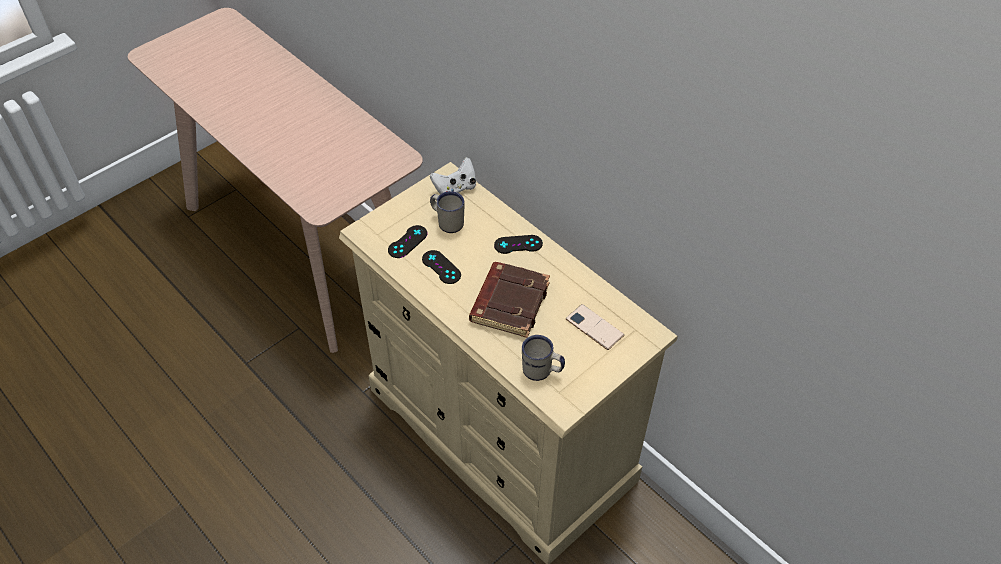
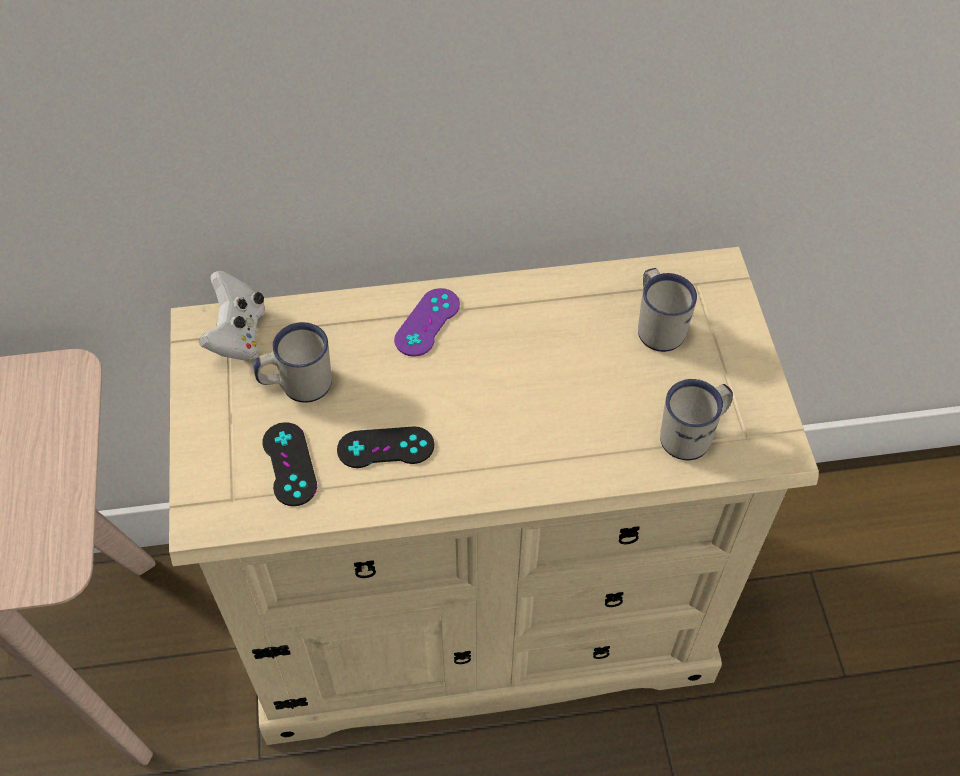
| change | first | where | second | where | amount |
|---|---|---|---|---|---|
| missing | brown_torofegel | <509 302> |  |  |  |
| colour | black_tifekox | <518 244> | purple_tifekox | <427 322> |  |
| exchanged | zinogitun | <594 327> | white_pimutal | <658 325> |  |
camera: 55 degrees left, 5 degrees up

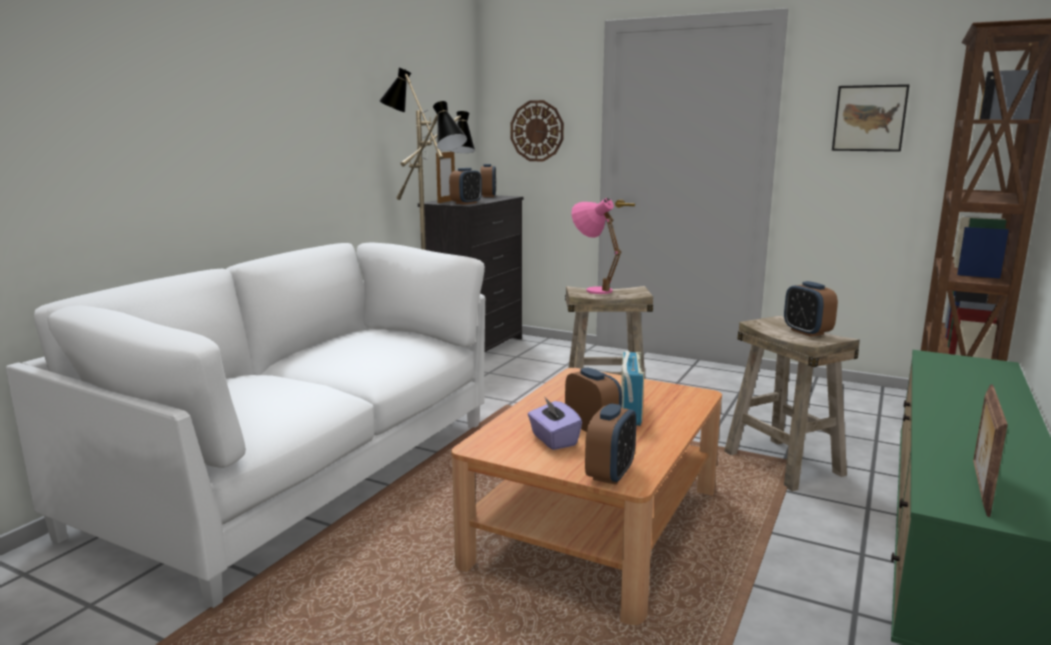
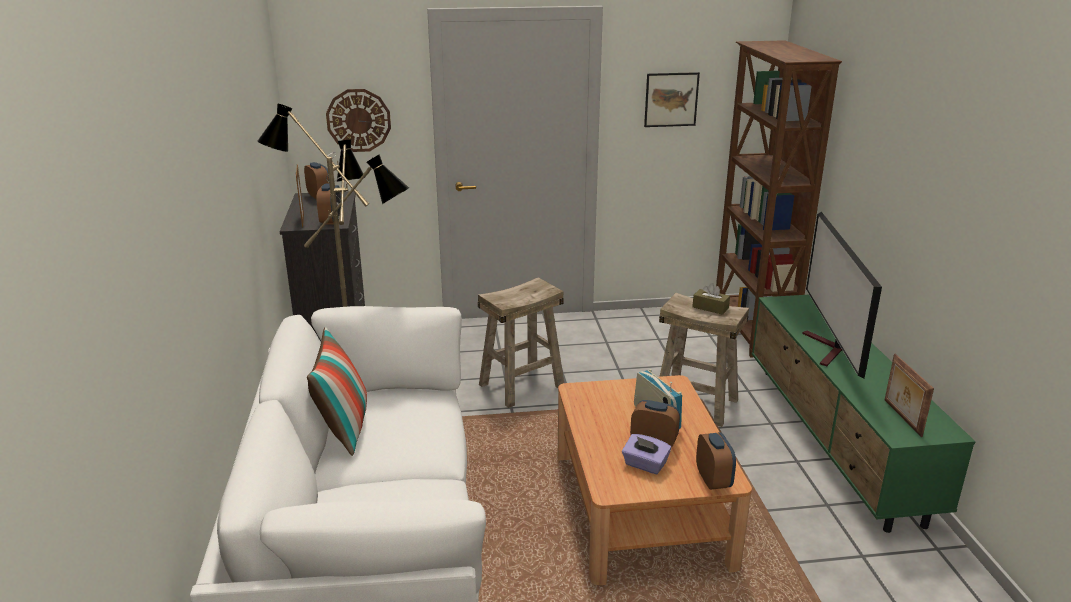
| change | first | where | second | where | amount |
|---|---|---|---|---|---|
| missing | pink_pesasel | <593 289> |  |  |  |
| exchanged | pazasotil | <807 332> | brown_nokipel | <710 307> |  |
| appeared |  |  | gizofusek | <343 429> |  |
| appeared |  |  | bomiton | <828 350> |  |
camera: 35 degrees left, 10 degrees up

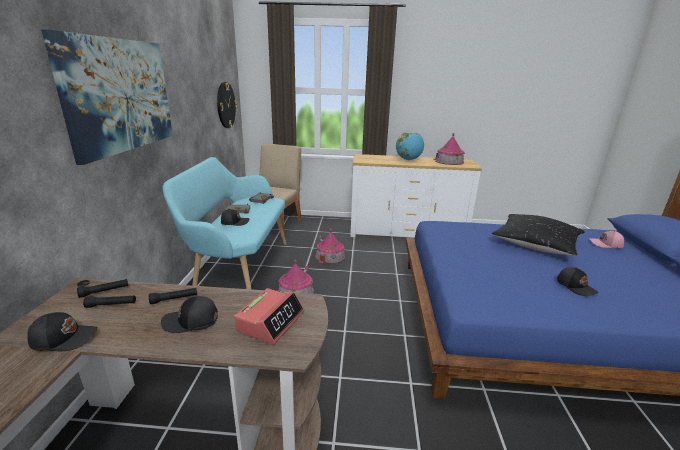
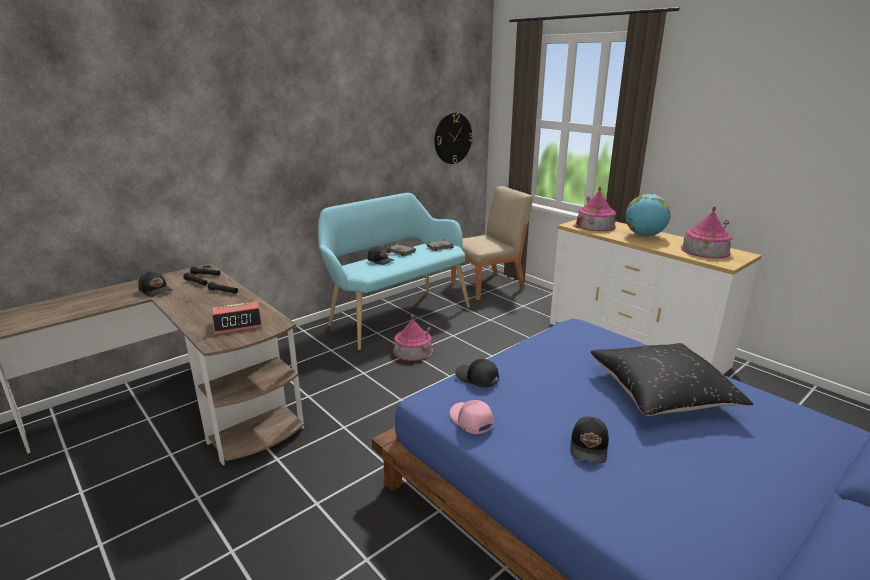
| change | first | where | second | where | amount |
|---|---|---|---|---|---|
| missing | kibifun | <120 95> |  |  |  |
| relocated | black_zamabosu | <191 322> |  | <477 378> |  |
| relocated | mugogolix | <330 256> |  | <595 225> |  |
| relocated | pink_zamabosu | <606 244> |  | <471 421> |  |
camera: 45 degrees right, 0 degrees up

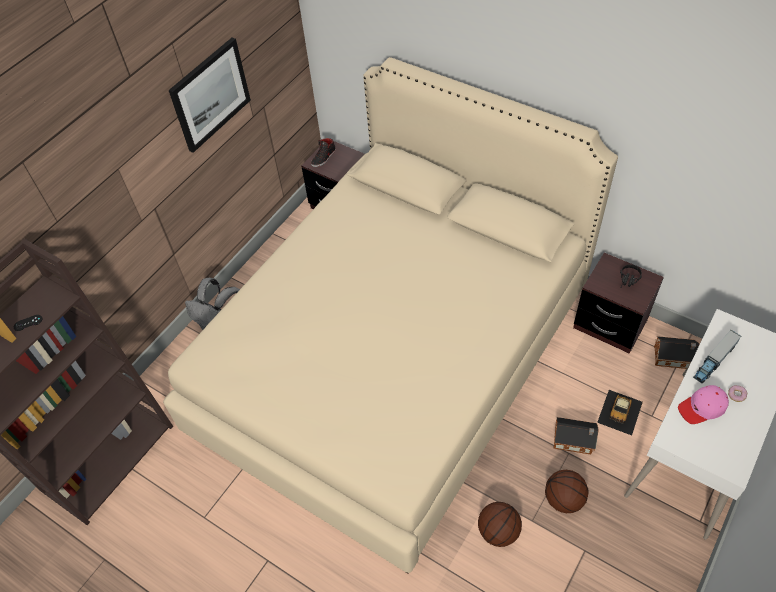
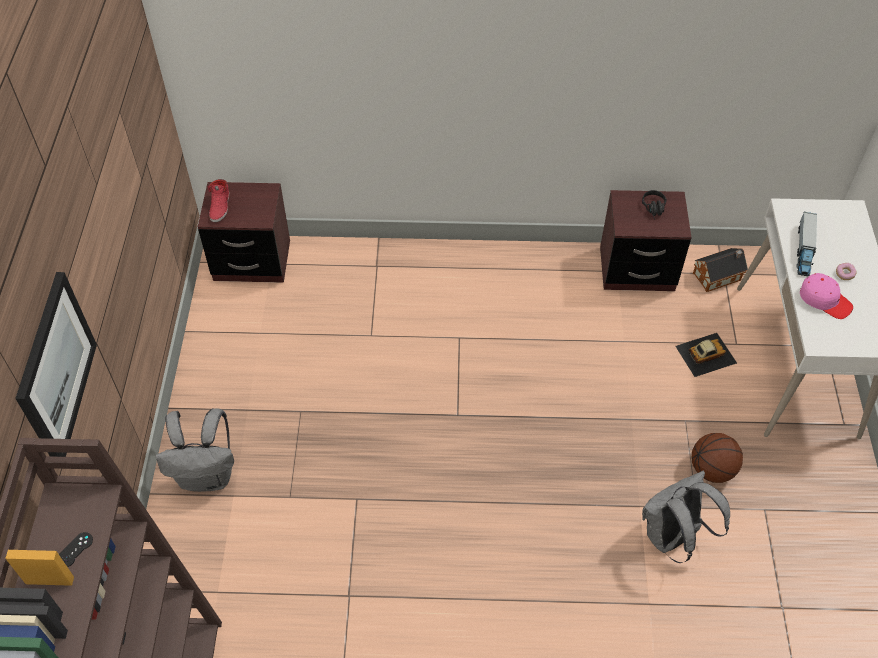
| change | first | where | second | where | amount |
|---|---|---|---|---|---|
| missing | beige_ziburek | <393 360> |  |  |  |
| relocated | kibifun | <210 94> |  | <55 369> |  |
| colour | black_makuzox | <324 158> | red_makuzox | <220 206> |  |
| exchanged | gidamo | <498 532> | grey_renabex | <672 537> |  |
| missing | mugogolix | <574 441> |  |  |  |
| spun | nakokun | <620 412> |  | <705 354> | 105 degrees counterclockwise |
| spun | pink_zamabosu | <702 408> |  | <824 300> | 90 degrees counterclockwise |
camera: 35 degrees left, 0 degrees up

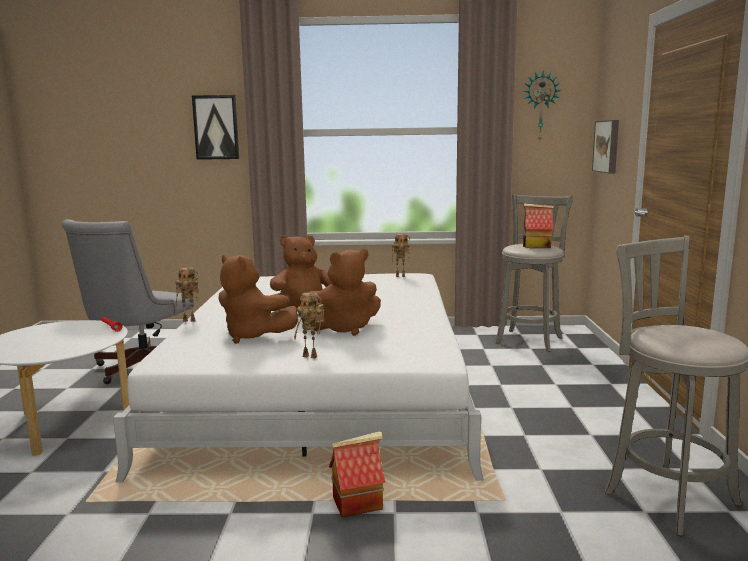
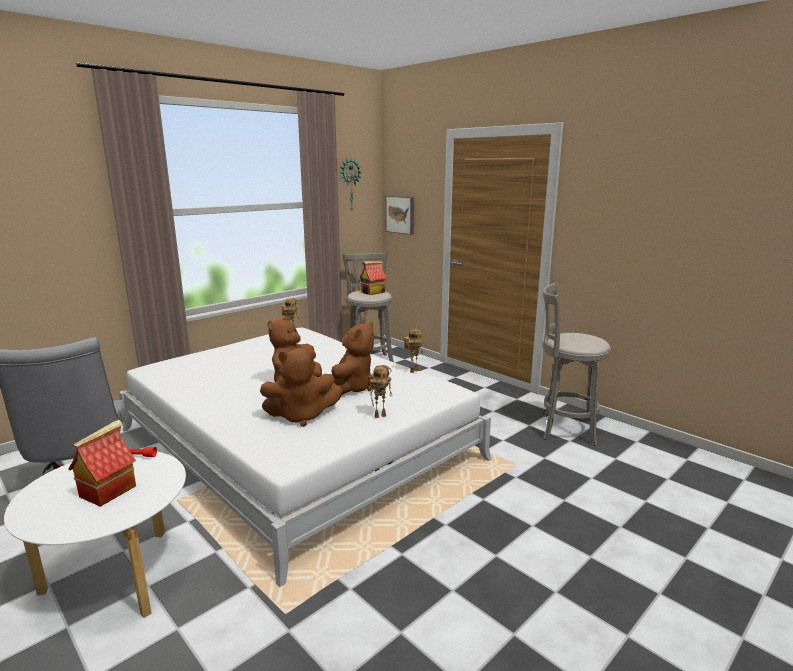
| change | first | where | second | where | amount |
|---|---|---|---|---|---|
| relocated | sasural | <190 320> |  | <413 370> |  |
| missing | kibifun | <216 127> |  |  |  |
| relocated | mugogolix | <358 502> |  | <108 490> |  |
camera: 45 degrees left, 5 degrees up

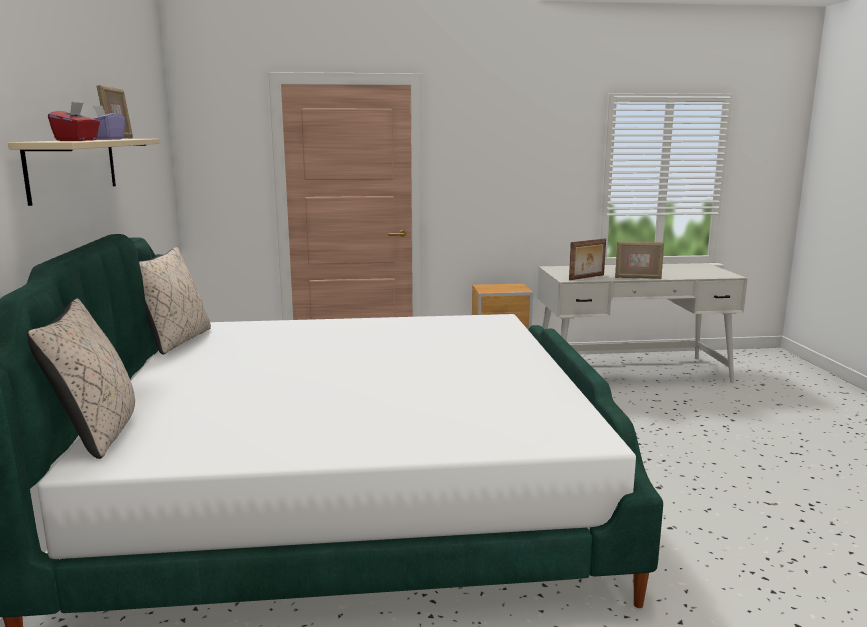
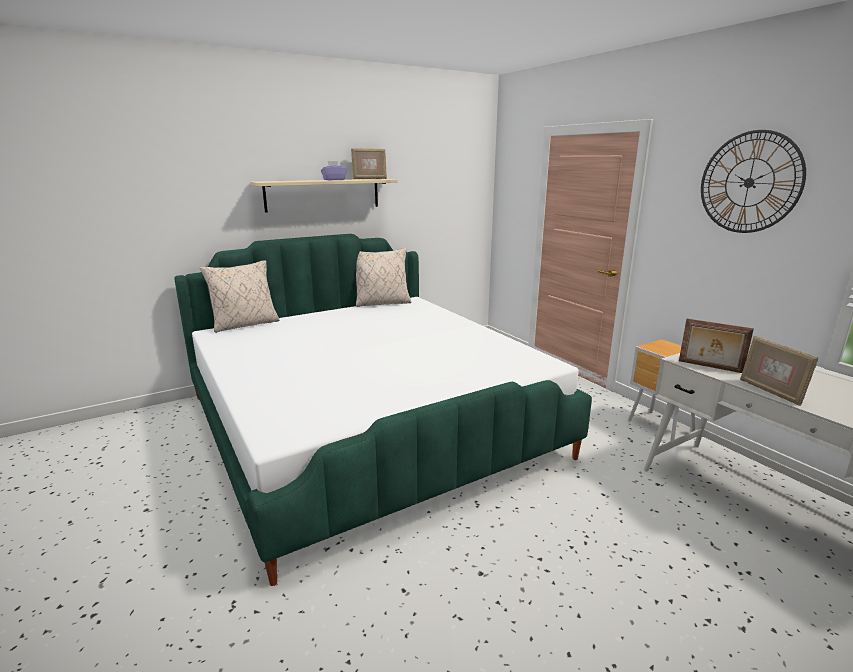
| change | first | where | second | where | amount |
|---|---|---|---|---|---|
| missing | red_nokipel | <77 140> |  |  |  |
| appeared |  |  | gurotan | <749 182> |  |
camera: 65 degrees right, 5 degrees up

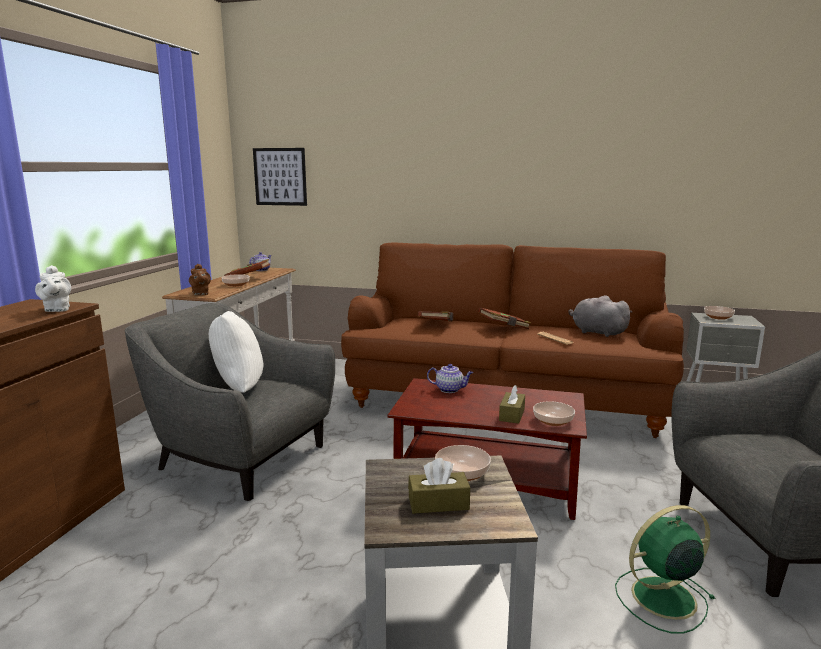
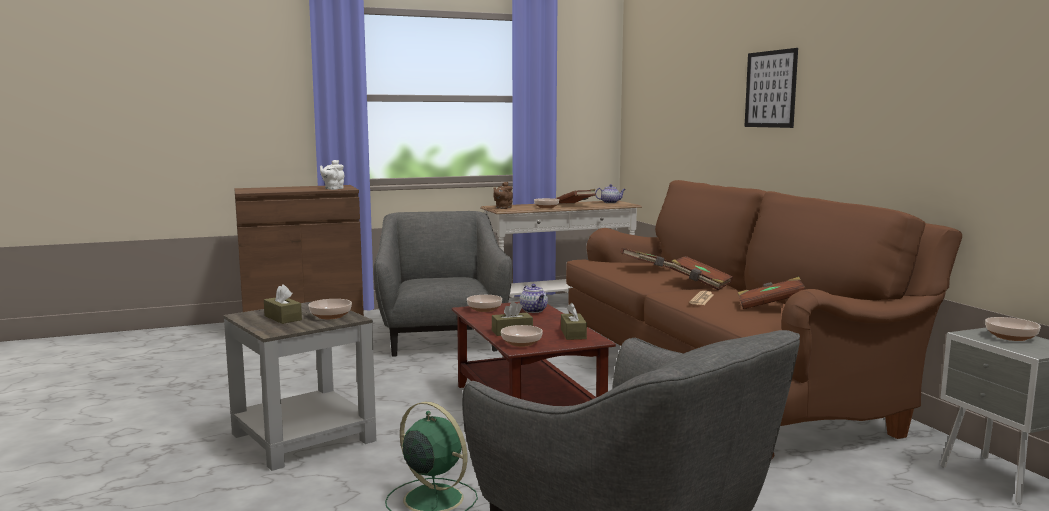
| change | first | where | second | where | amount |
|---|---|---|---|---|---|
| missing | white_gizofusek | <237 388> |  |  |  |
| relocated | kibifun | <280 176> |  | <770 89> |  |
| exchanged | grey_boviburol | <596 332> | brown_torofegel | <770 307> |  |
| appeared |  |  | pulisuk | <485 309> |  |
| appeared |  |  | brown_nokipel | <573 334> |  |
camera: 55 degrees right, 5 degrees down

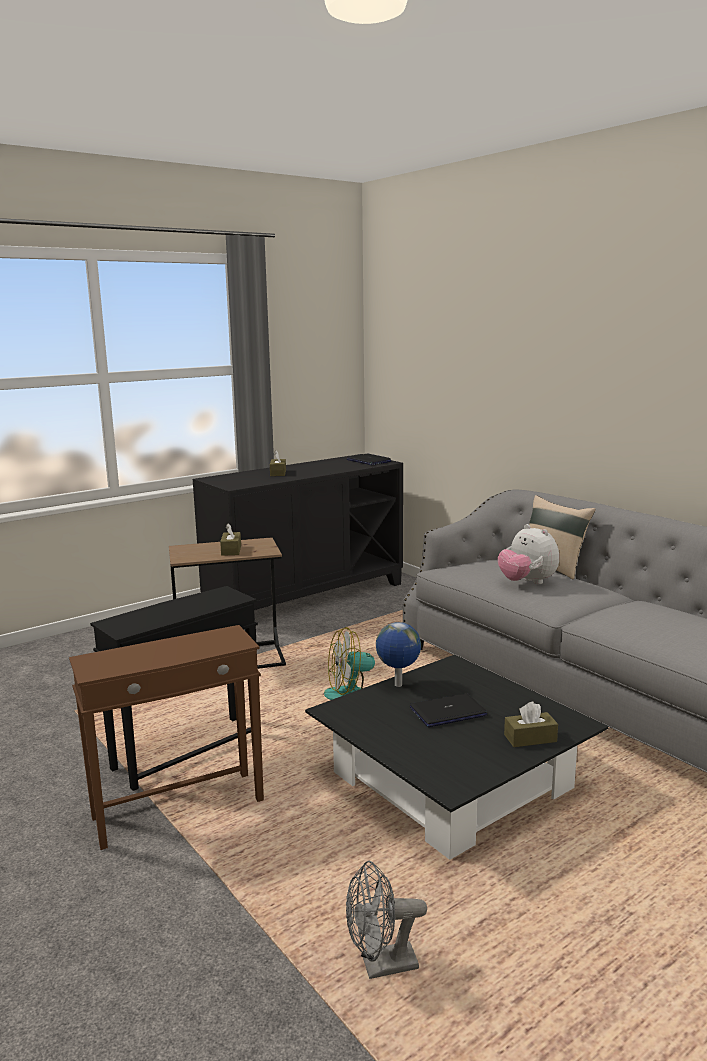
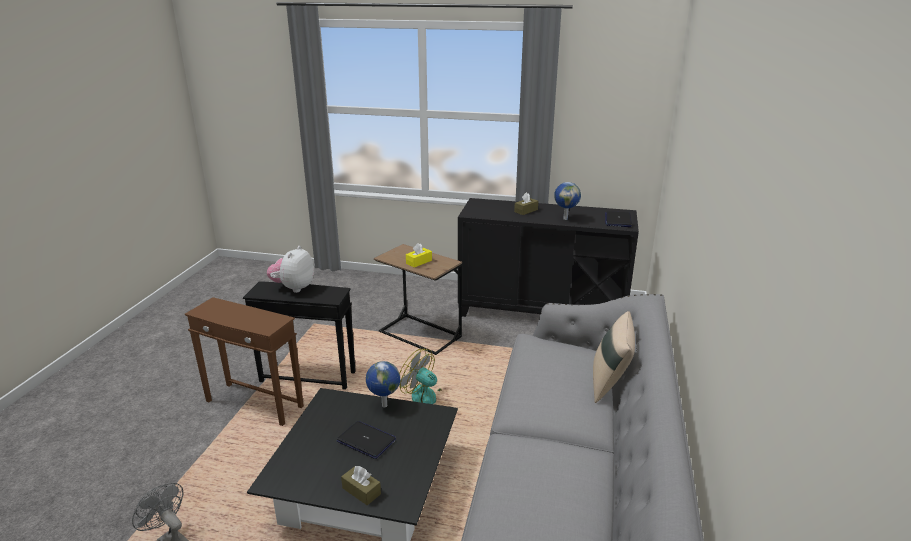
| change | first | where | second | where | amount |
|---|---|---|---|---|---|
| colour | brown_nokipel | <231 550> | yellow_nokipel | <419 262> |  |
| relocated | boviburol | <527 582> |  | <293 288> |  |
| appeared |  |  | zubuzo | <565 219> |  |
camera: 50 degrees right, 10 degrees up

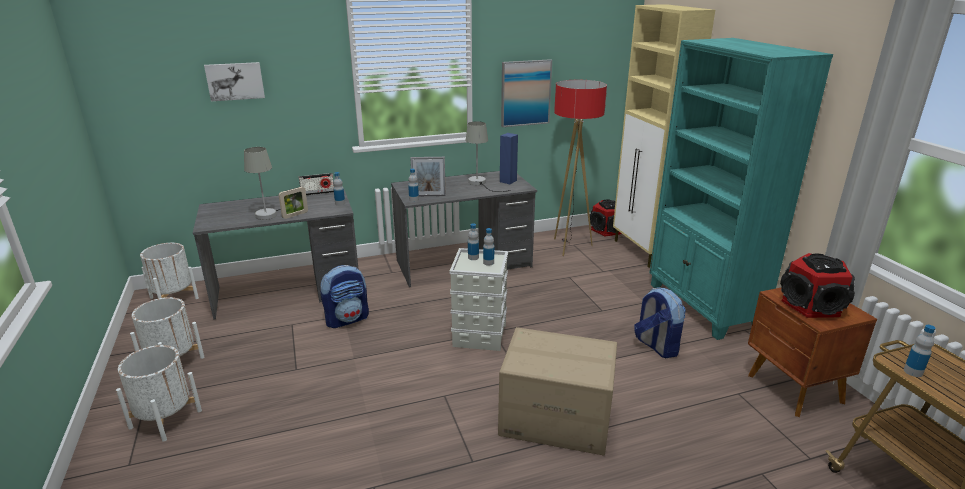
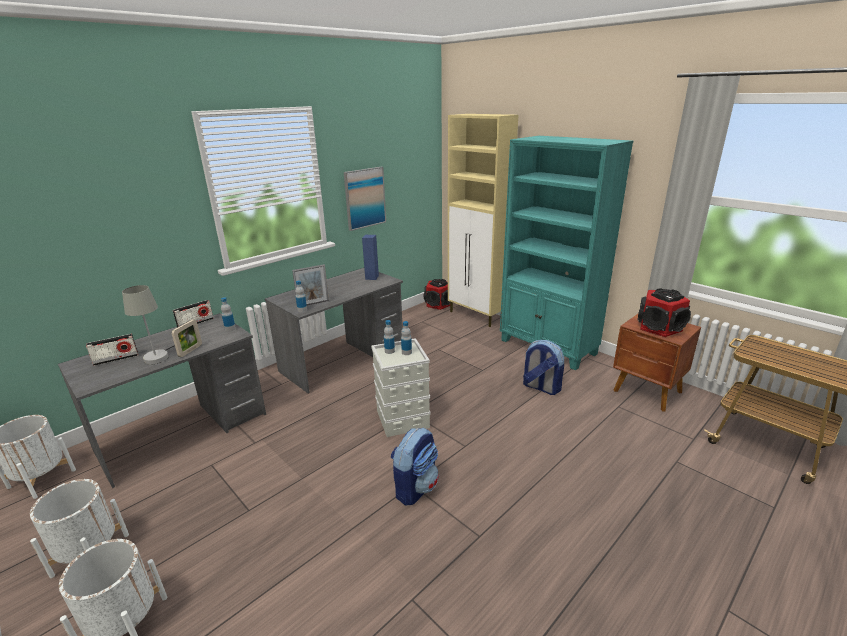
| change | first | where | second | where | amount |
|---|---|---|---|---|---|
| missing | kibifun | <235 81> |  |  |  |
| relocated | renabex | <347 319> |  | <415 487> |  |
| missing | grey_pesasel | <480 183> |  |  |  |
| missing | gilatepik | <556 418> |  |  |  |
| missing | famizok | <569 246> |  |  |  |
| missing | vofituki | <913 372> |  |  |  |
| appeared |  |  | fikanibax | <116 359> |  |
camera: 25 degrees left, 0 degrees up

